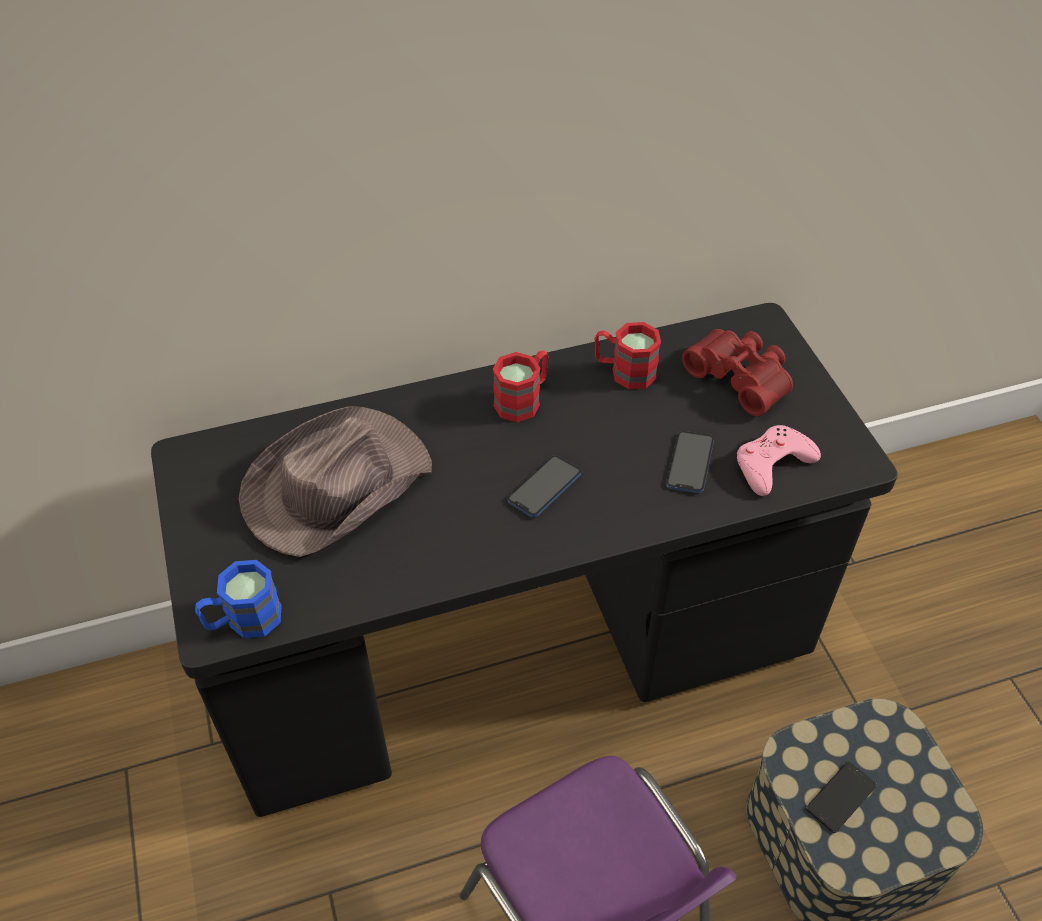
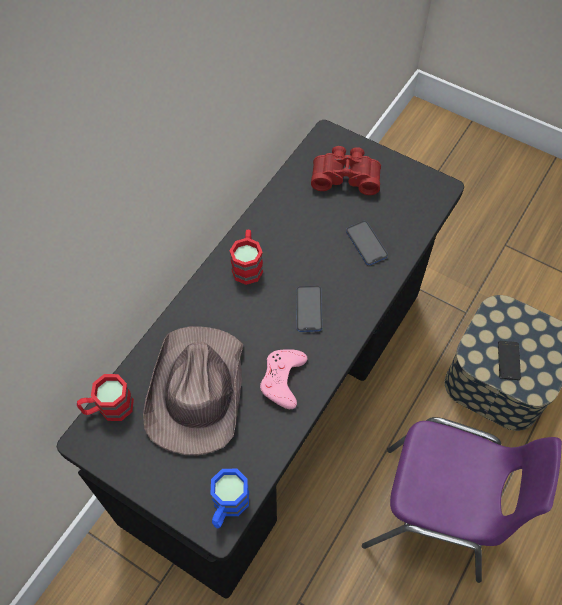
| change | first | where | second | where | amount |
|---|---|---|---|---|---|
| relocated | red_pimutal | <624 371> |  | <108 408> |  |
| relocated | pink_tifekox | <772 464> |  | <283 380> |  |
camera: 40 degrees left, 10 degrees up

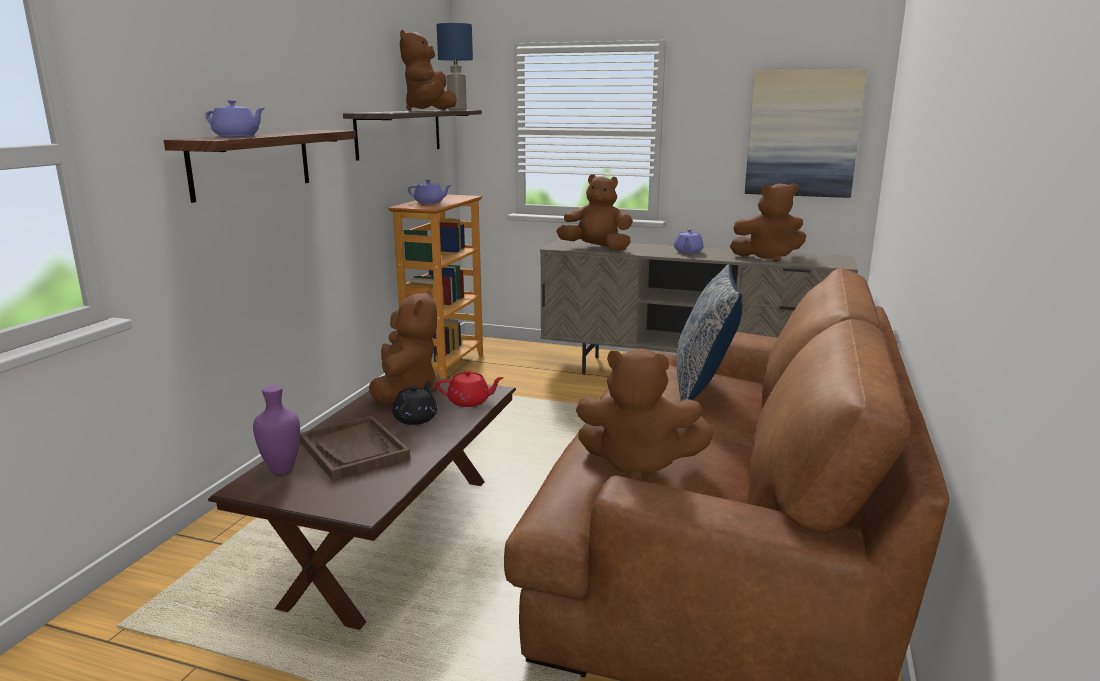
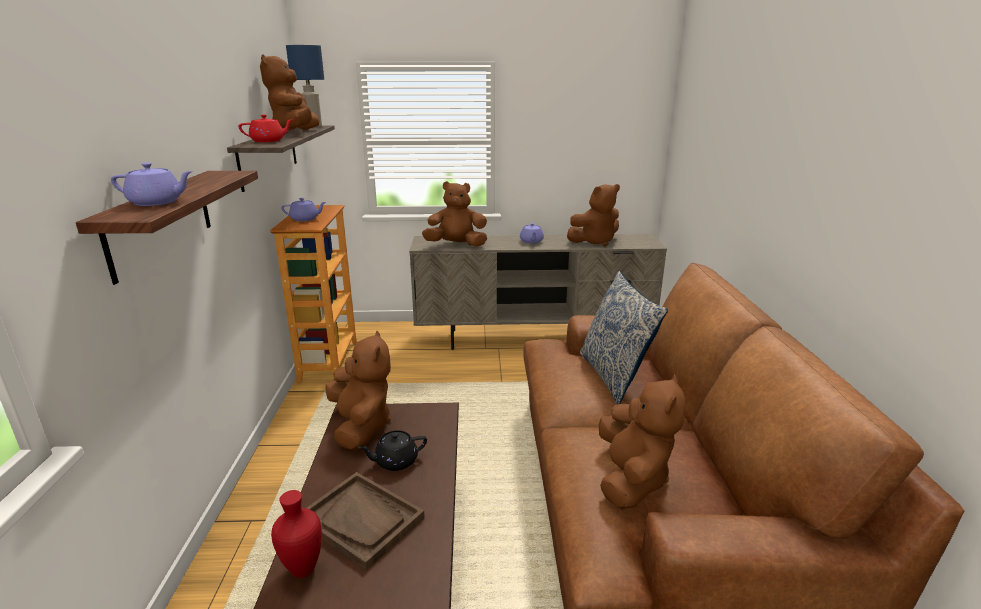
| change | first | where | second | where | amount |
|---|---|---|---|---|---|
| colour | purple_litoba | <283 470> | red_litoba | <305 569> |  |
| spun | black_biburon | <416 418> |  | <395 461> | 105 degrees counterclockwise |
| relocated | red_biburon | <470 401> |  | <268 141> |  |
| spun | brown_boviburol | <638 463> |  | <631 479> | 75 degrees counterclockwise |
| missing | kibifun | <802 134> |  |  |  |
camera: 20 degrees left, 5 degrees up

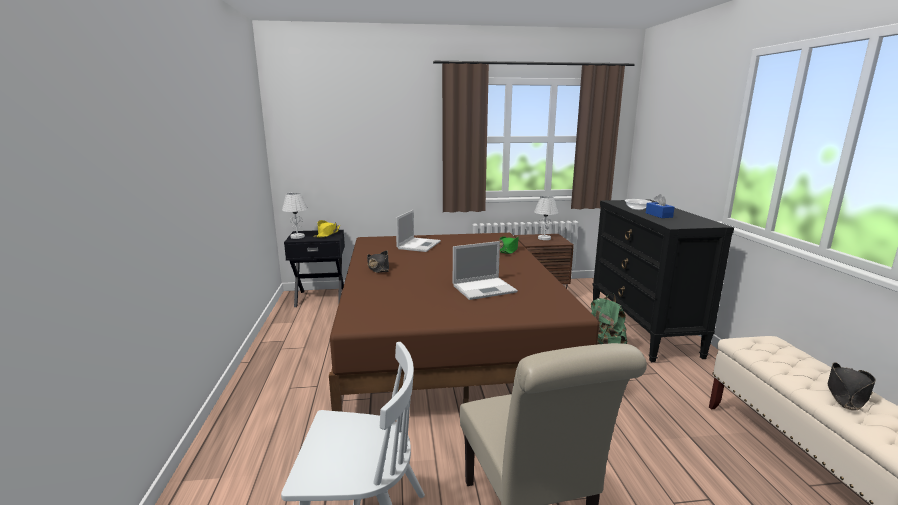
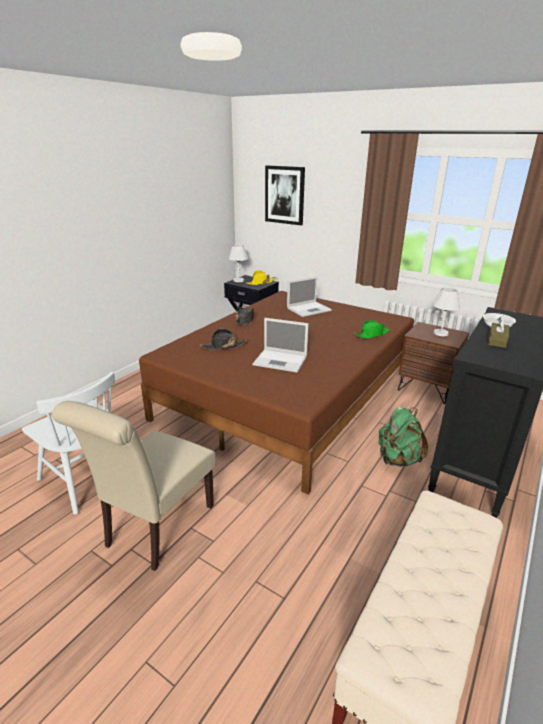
| change | first | where | second | where | amount |
|---|---|---|---|---|---|
| colour | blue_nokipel | <659 215> | brown_nokipel | <497 341> |  |
| relocated | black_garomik | <847 393> |  | <223 346> |  |
| appeared |  |  | kibifun | <284 195> |  |
camera: 40 degrees right, 10 degrees up

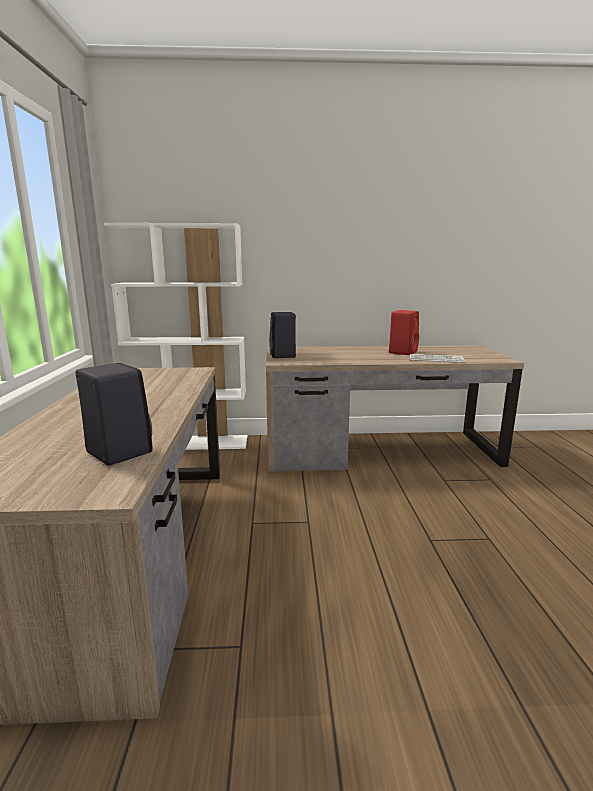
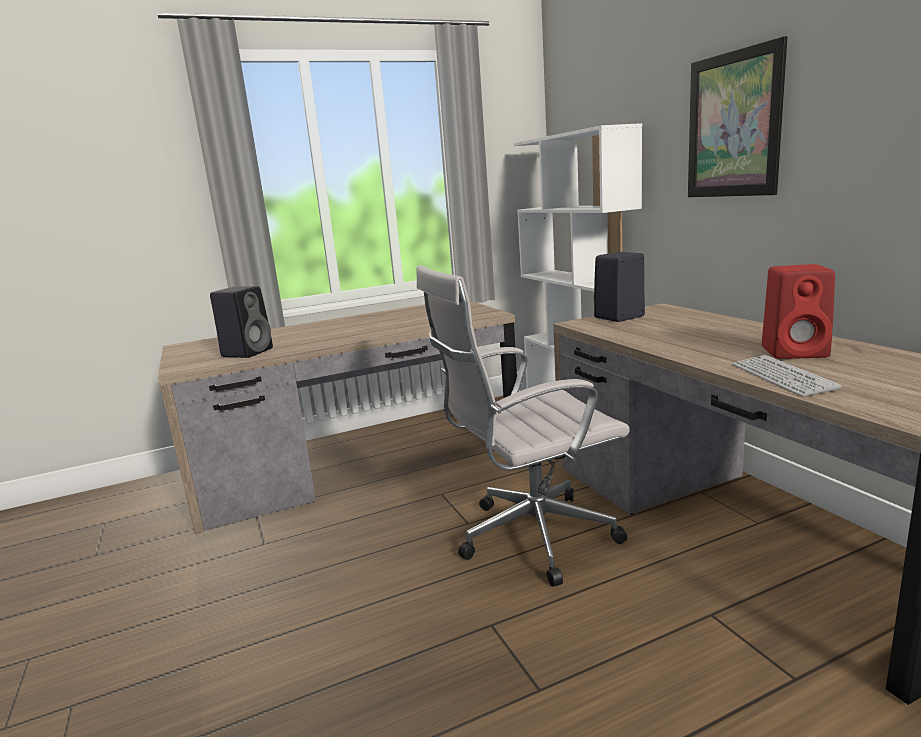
| change | first | where | second | where | amount |
|---|---|---|---|---|---|
| appeared |  |  | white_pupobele | <529 538> |  |
| appeared |  |  | kibifun | <733 125> |  |
camera: 70 degrees right, 0 degrees up

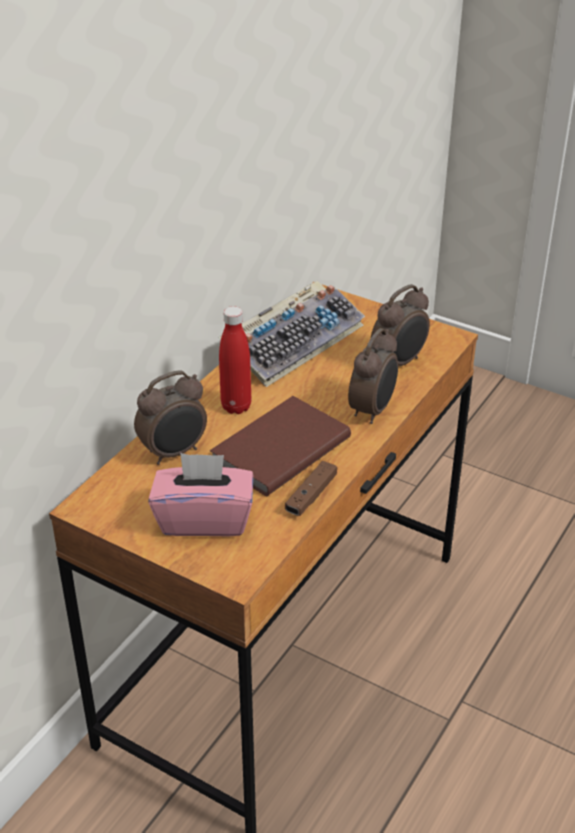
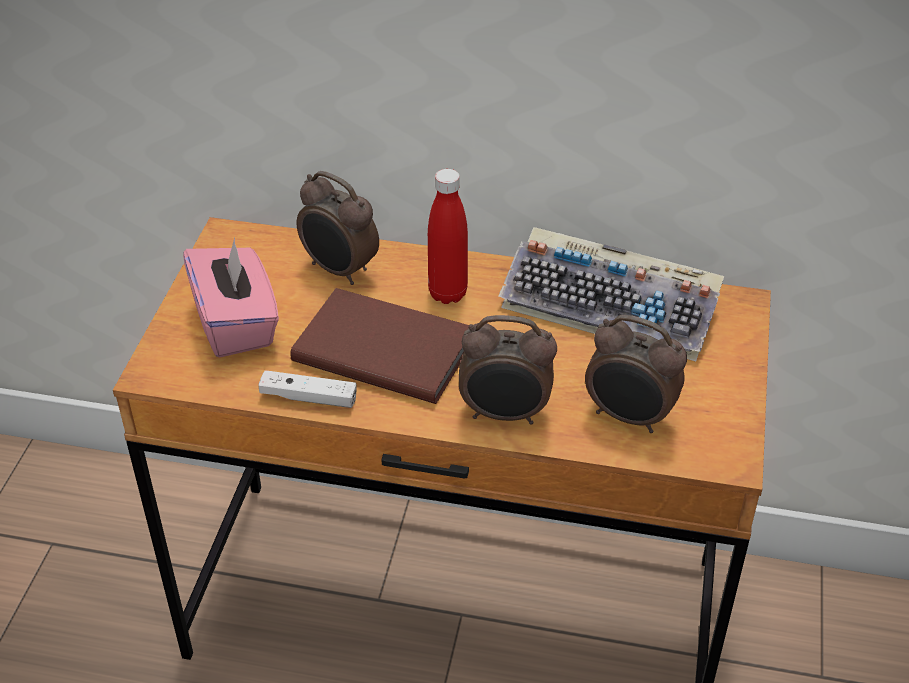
| change | first | where | second | where | amount |
|---|---|---|---|---|---|
| colour | brown_tifekox | <311 496> | white_tifekox | <308 397> |  |
camera: 70 degrees right, 5 degrees up

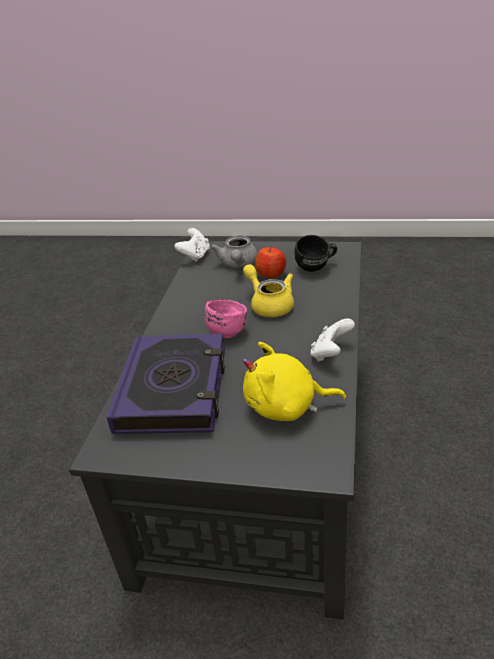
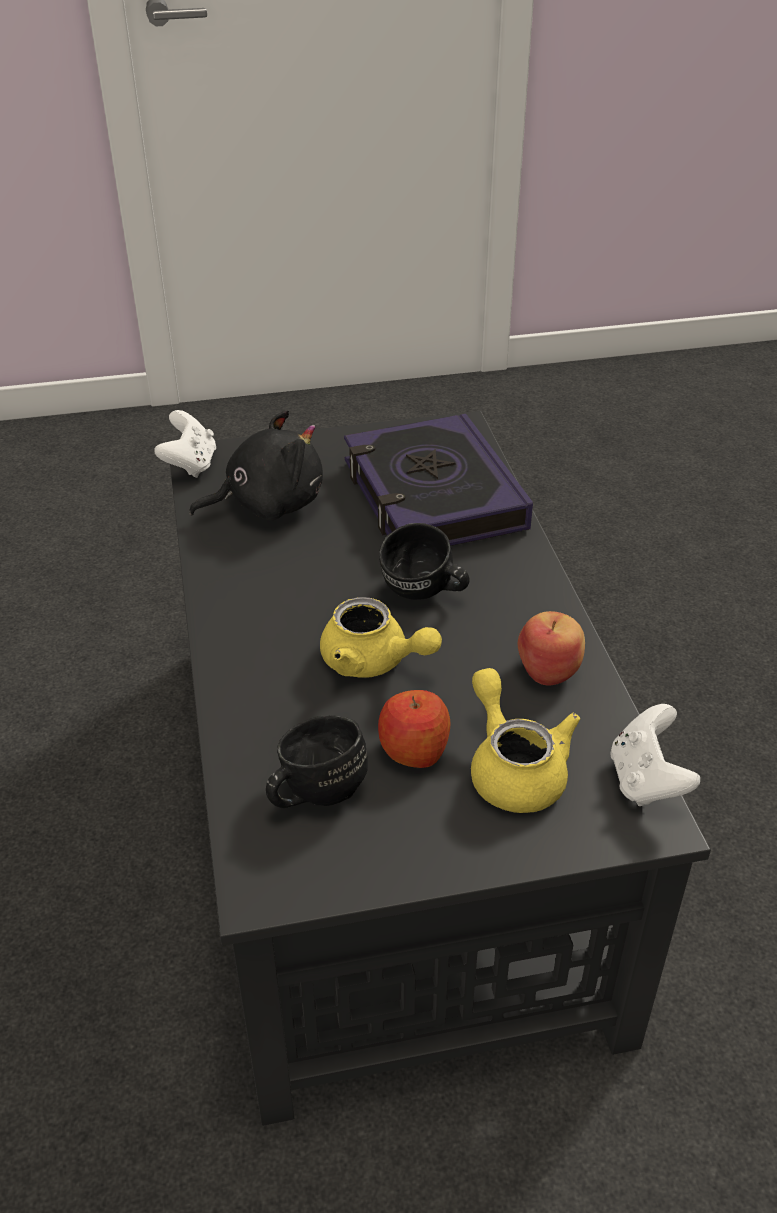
| change | first | where | second | where | amount |
|---|---|---|---|---|---|
| colour | pink_pimutal | <225 329> | black_pimutal | <423 594> |  |
| colour | grey_biburon | <238 264> | yellow_biburon | <513 768> |  |
| colour | yellow_boviburol | <286 406> | black_boviburol | <268 504> |  |
| relocated | white_tifekox | <331 354> |  | <190 465> |  |
| appeared |  |  | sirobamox | <549 670> |  |
camera: 155 degrees right, 5 degrees up

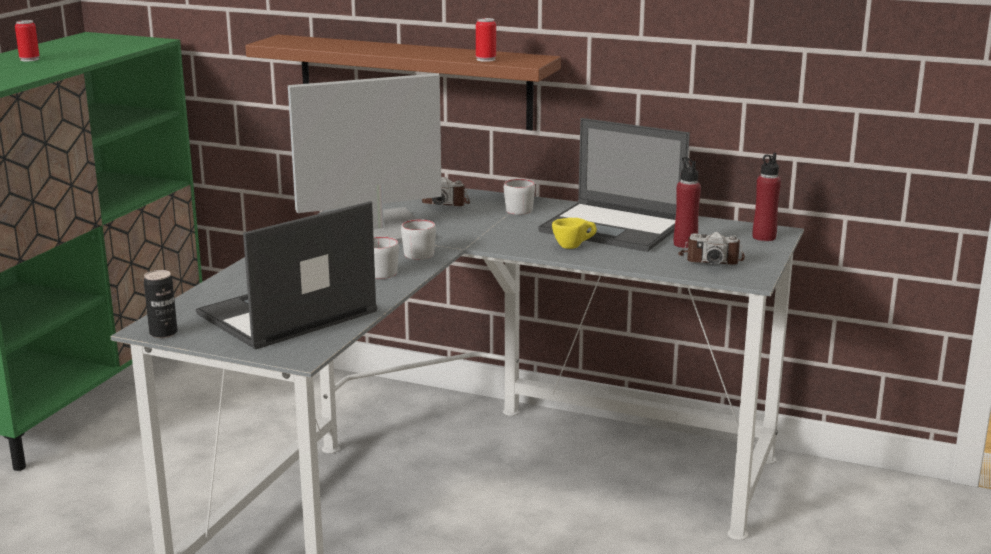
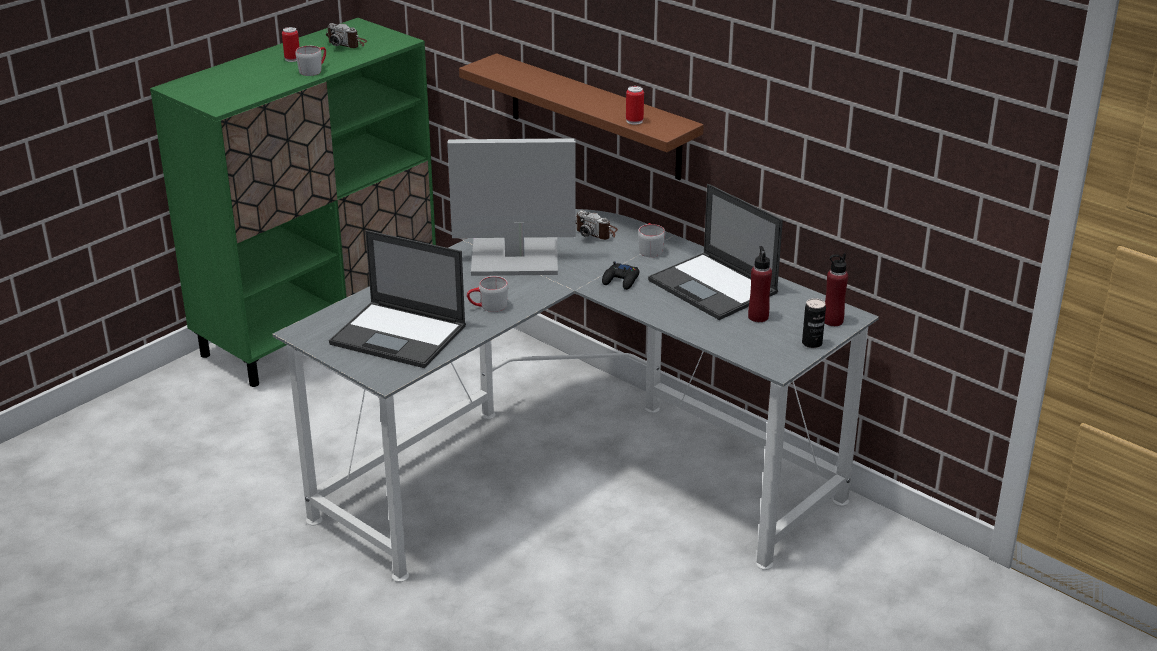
| change | first | where | second | where | amount |
|---|---|---|---|---|---|
| relocated | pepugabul | <163 333> |  | <812 343> |  |
| spun | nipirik | <285 314> |  | <400 335> | 135 degrees counterclockwise |
| relocated | grey_pimutal | <421 252> |  | <314 70> |  |
| missing | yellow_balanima | <573 247> |  |  |  |
| relocated | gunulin | <710 260> |  | <347 43> |  |
| appeared |  |  | black_tifekox | <621 280> |  |
camera: 20 degrees right, 10 degrees up

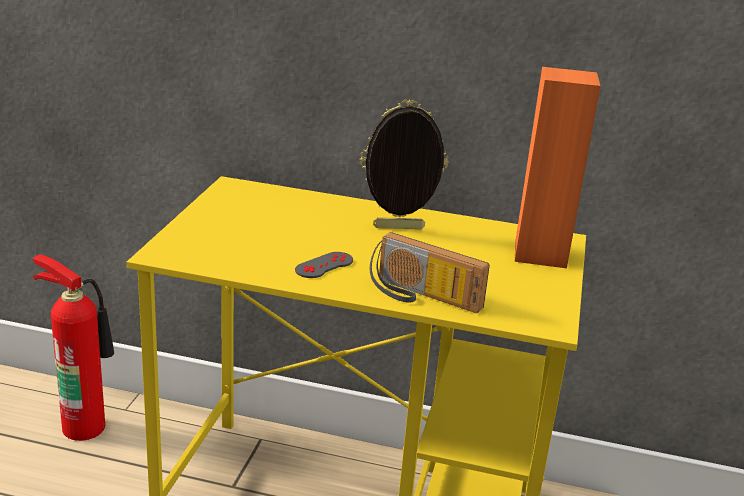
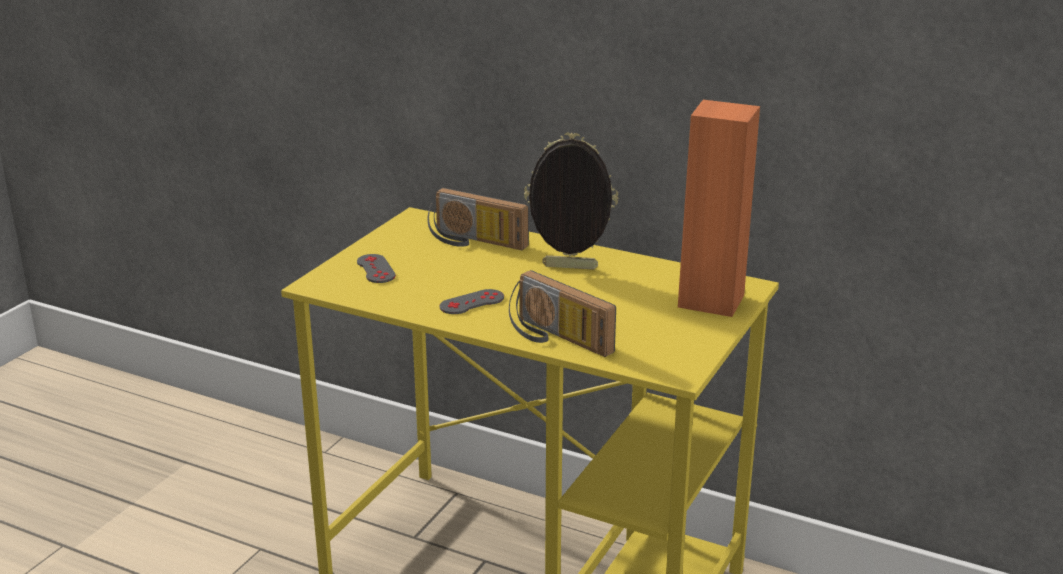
| change | first | where | second | where | amount |
|---|---|---|---|---|---|
| missing | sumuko | <84 424> |  |  |  |
| appeared |  |  | grey_tifekox | <376 269> |  |
| appeared |  |  | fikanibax | <474 242> |  |
camera: 15 degrees right, 0 degrees up

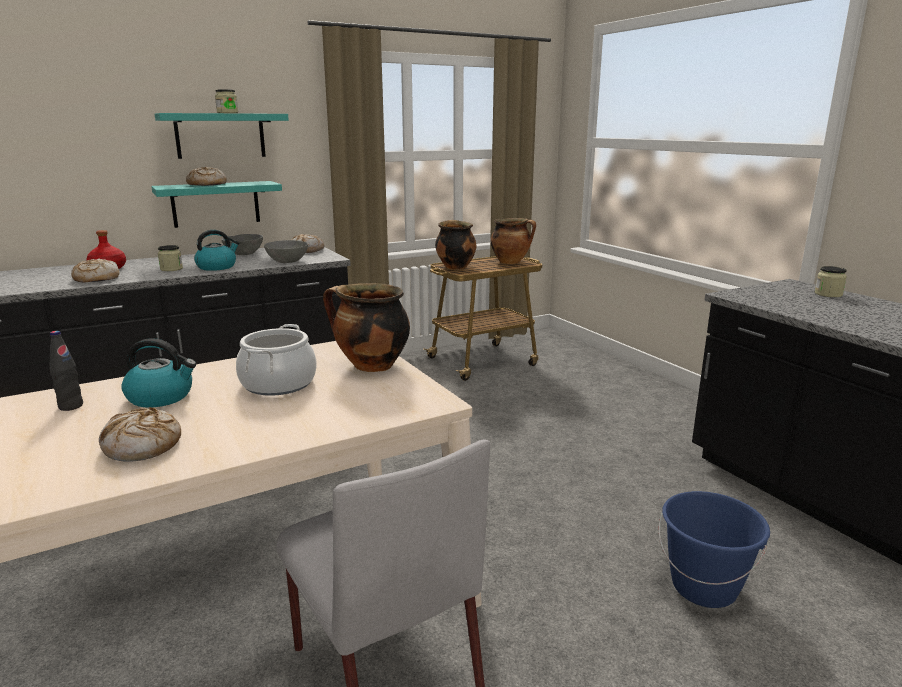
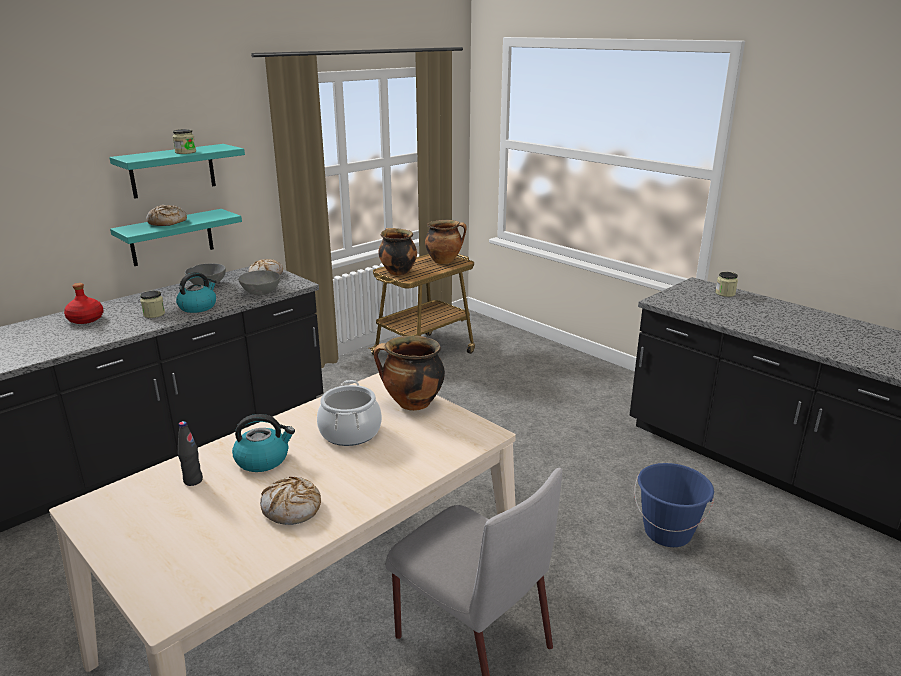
| change | first | where | second | where | amount |
|---|---|---|---|---|---|
| missing | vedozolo | <96 279> |  |  |  |
camera: 15 degrees left, 5 degrees up

